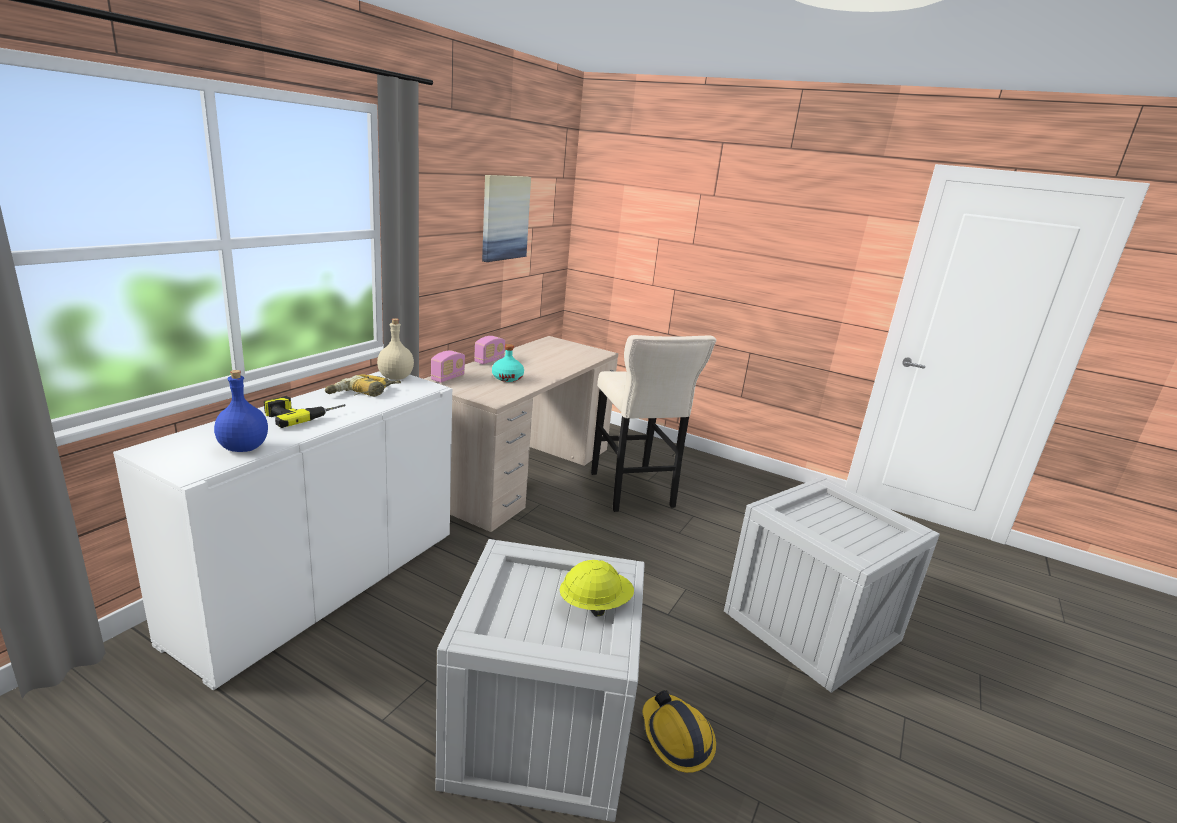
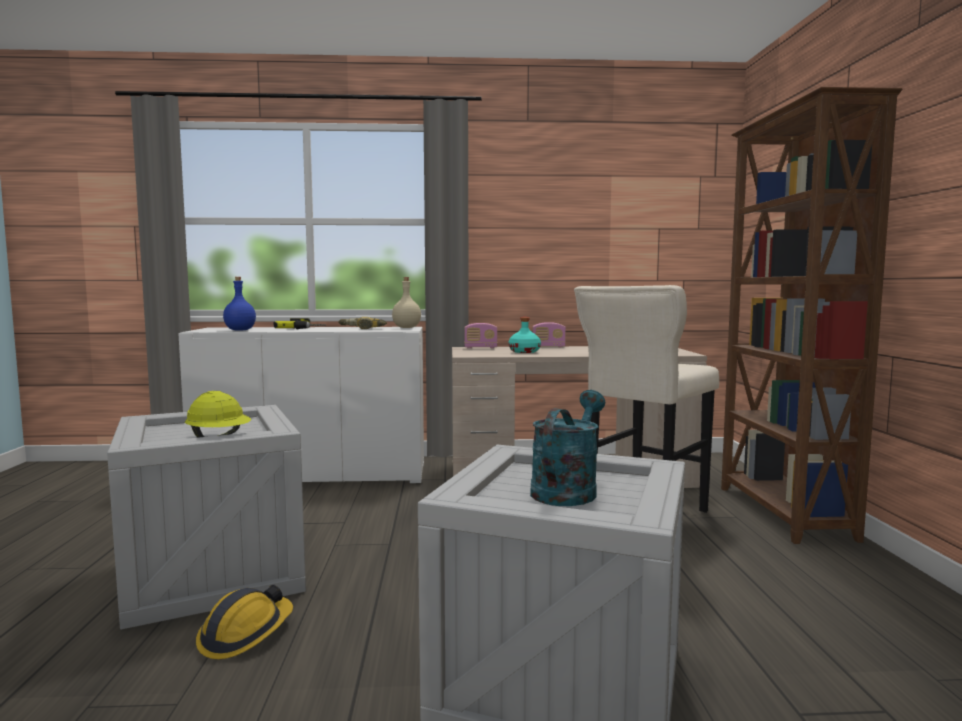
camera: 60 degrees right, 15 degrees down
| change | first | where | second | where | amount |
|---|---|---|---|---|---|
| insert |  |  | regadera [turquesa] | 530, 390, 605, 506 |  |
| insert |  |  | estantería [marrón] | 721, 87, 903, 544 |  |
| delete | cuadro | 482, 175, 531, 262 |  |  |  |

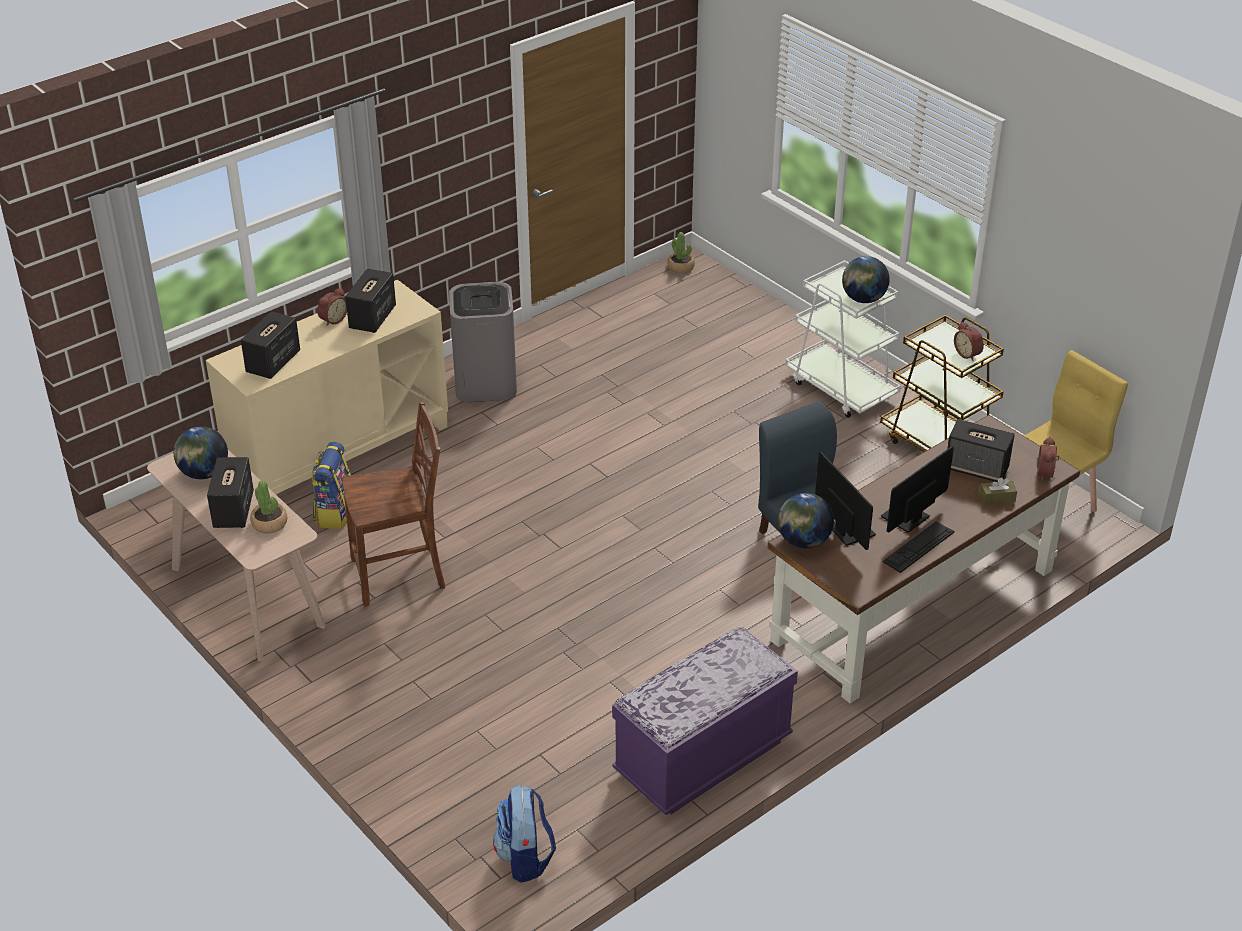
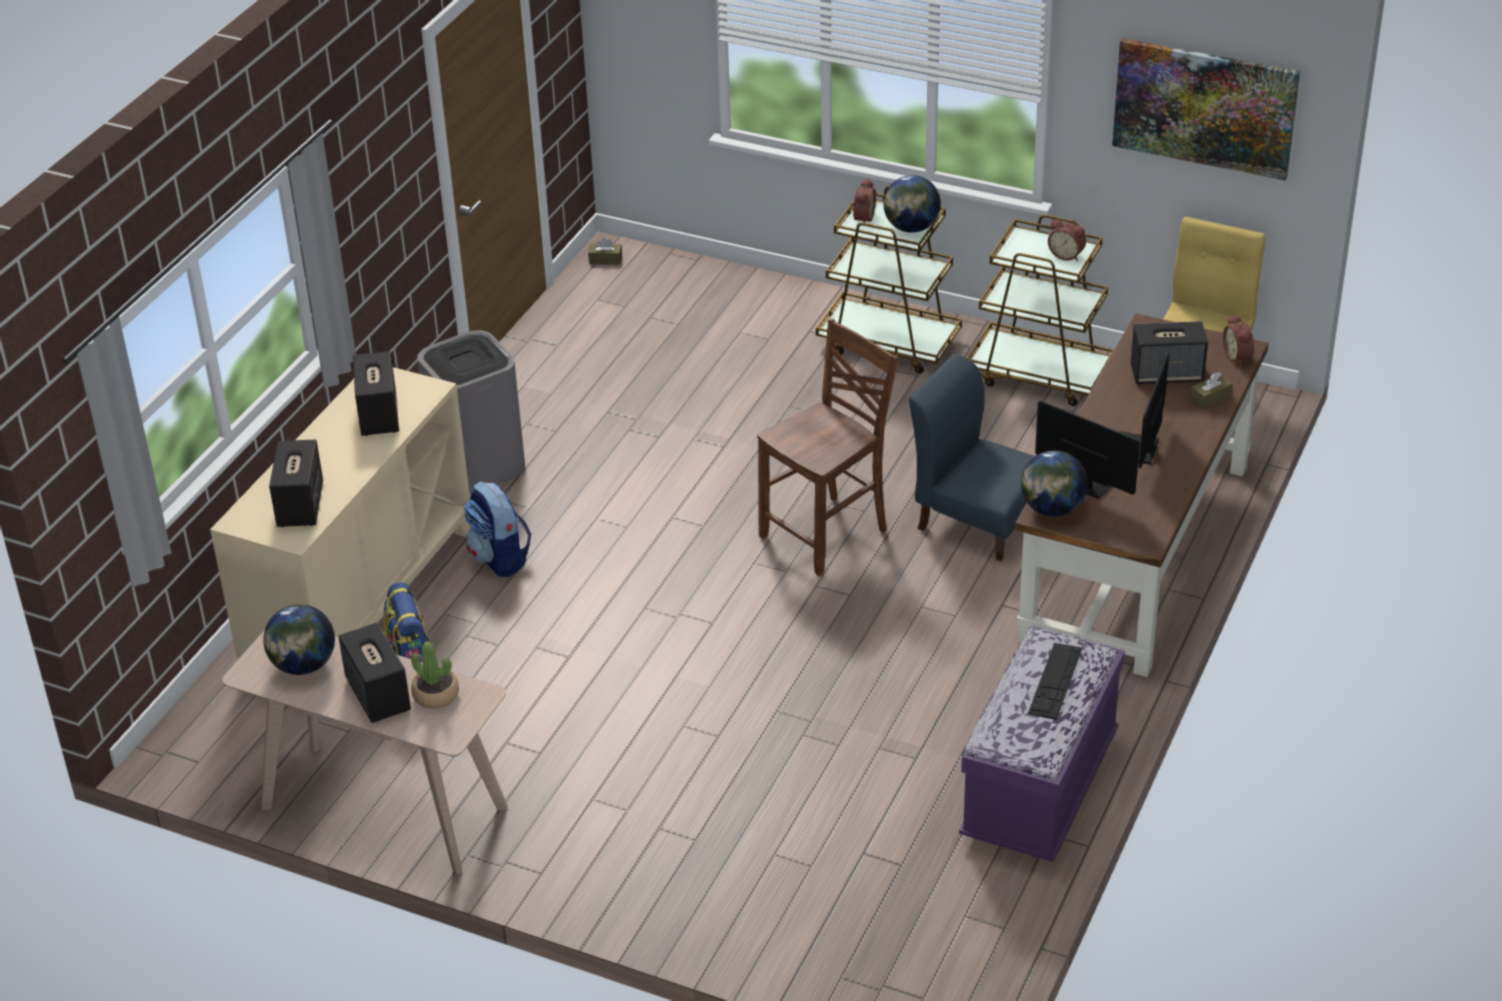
camera: 25 degrees left, 0 degrees up
| change | first | where | second | where | amount |
|---|---|---|---|---|---|
| move | mochila | 493, 785, 556, 882 |  | 464, 481, 531, 577 |  |
| replace | planta en maceta | 668, 232, 695, 273 | caja de pañuelos [marrón] | 588, 238, 622, 265 |  |
| move | silla [marrón] | 342, 402, 445, 606 |  | 757, 318, 899, 576 |  |
| recolor | carrito [blanco] | 785, 260, 901, 418 | carrito [marrón] | 816, 186, 962, 374 |  |
| move | despertador | 317, 288, 347, 326 |  | 850, 178, 876, 226 |  |
| move | teclado | 882, 522, 954, 573 |  | 1028, 643, 1082, 720 |  |
| insert |  |  | cuadro | 1112, 38, 1300, 180 |  |

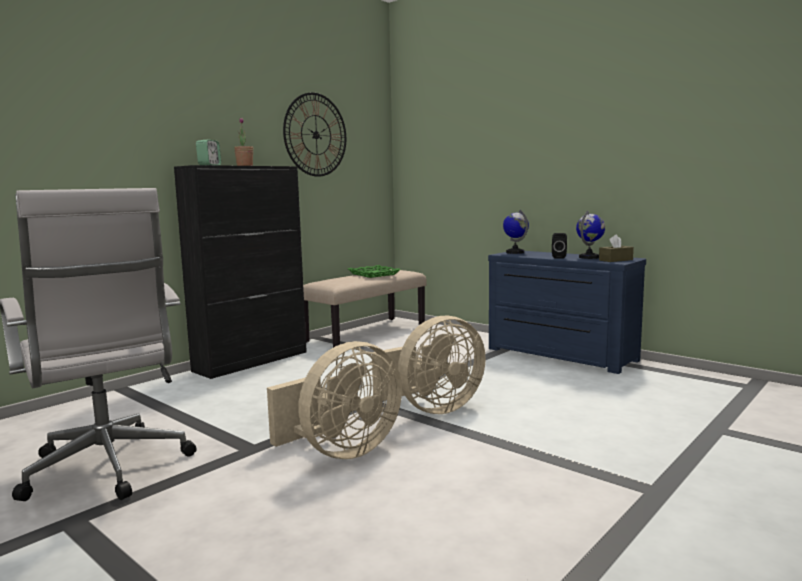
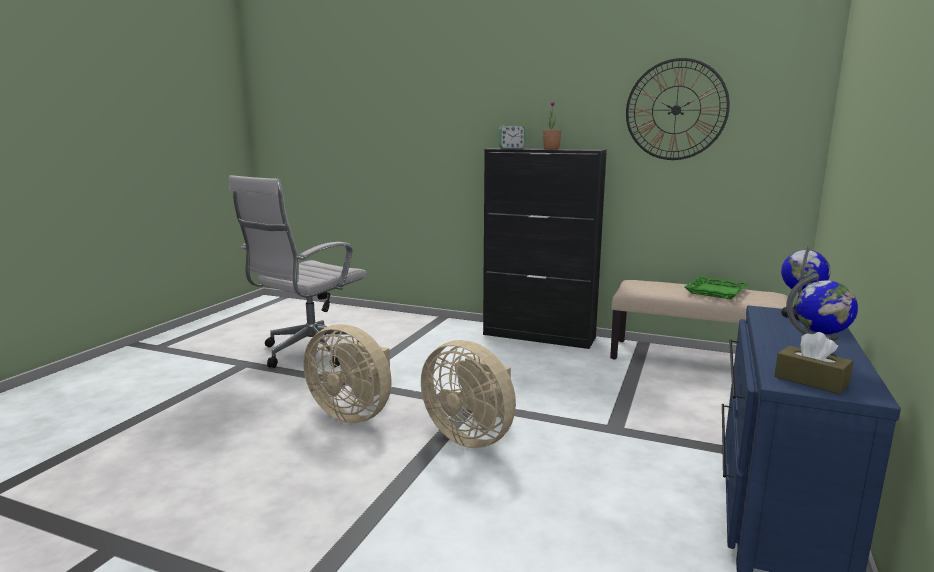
camera: 70 degrees right, 5 degrees up
| change | first | where | second | where | amount |
|---|---|---|---|---|---|
| delete | altavoz [negro] | 552, 233, 567, 259 |  |  |  |

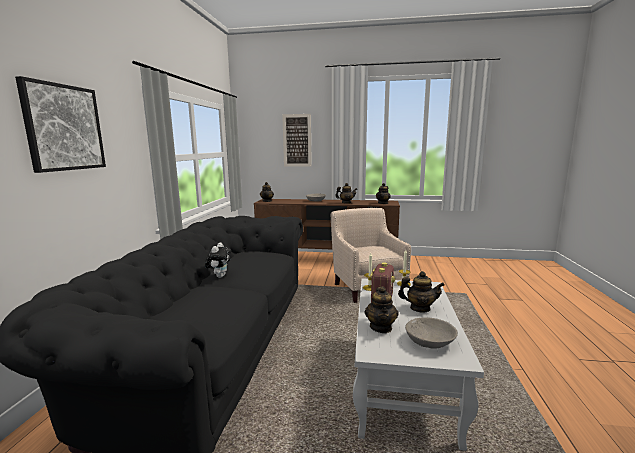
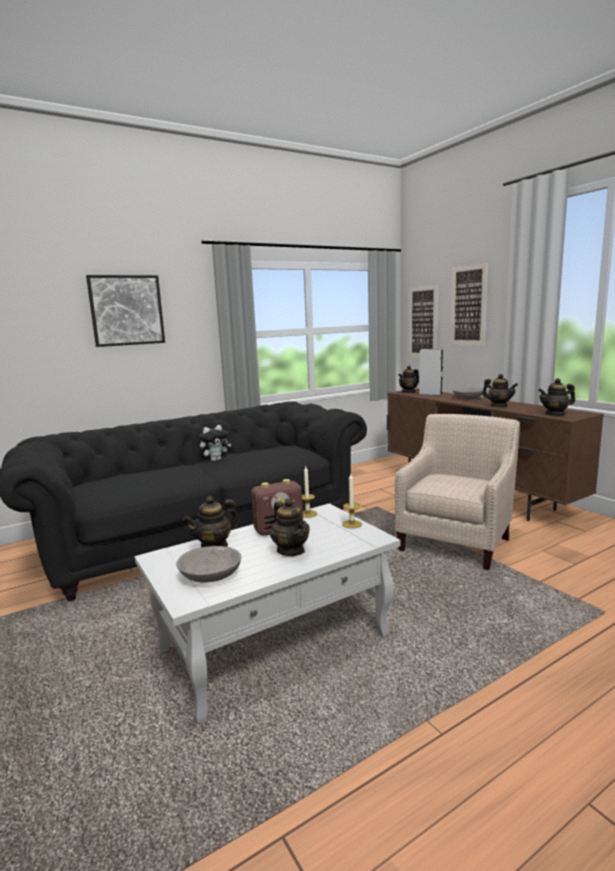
camera: 50 degrees right, 0 degrees up
| change | first | where | second | where | amount |
|---|---|---|---|---|---|
| insert |  |  | cuadro | 409, 285, 438, 357 |  |
| insert |  |  | altavoz [gris] | 419, 349, 443, 395 |  |

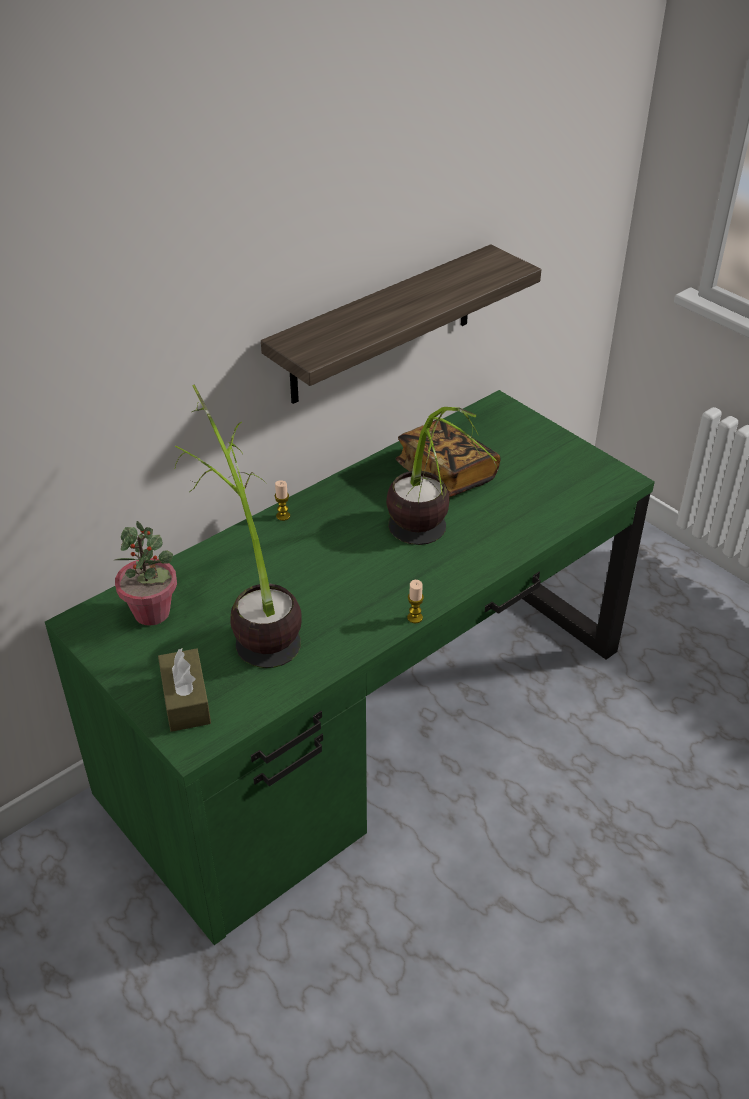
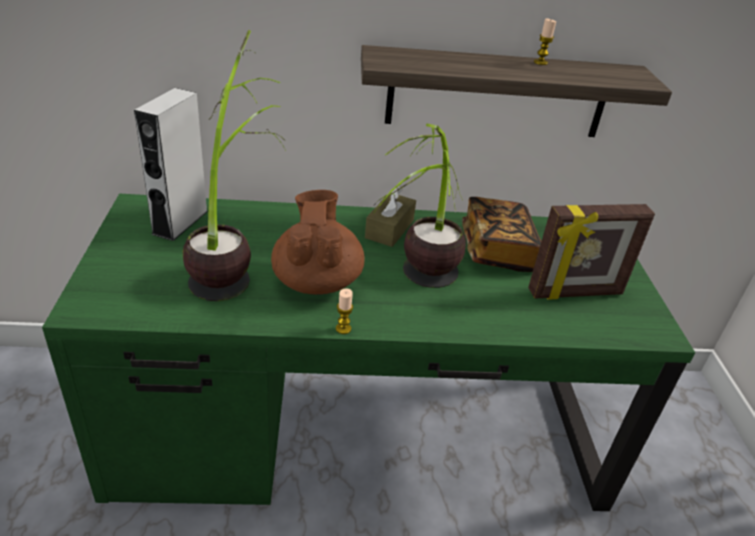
camera: 35 degrees right, 5 degrees down
| change | first | where | second | where | amount |
|---|---|---|---|---|---|
| replace | planta en maceta | 114, 521, 177, 626 | altavoz [gris] | 134, 88, 208, 241 |  |
| insert |  |  | tetera [marrón] | 271, 190, 365, 295 |  |
| move | caja de pañuelos [marrón] | 158, 648, 211, 732 |  | 365, 186, 416, 247 |  |
| insert |  |  | portarretratos | 528, 204, 655, 300 |  |
| move | vela | 274, 480, 290, 521 |  | 534, 18, 556, 65 |  |

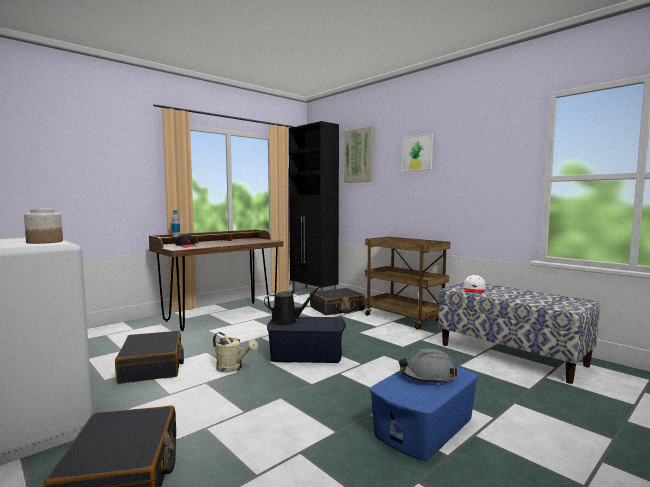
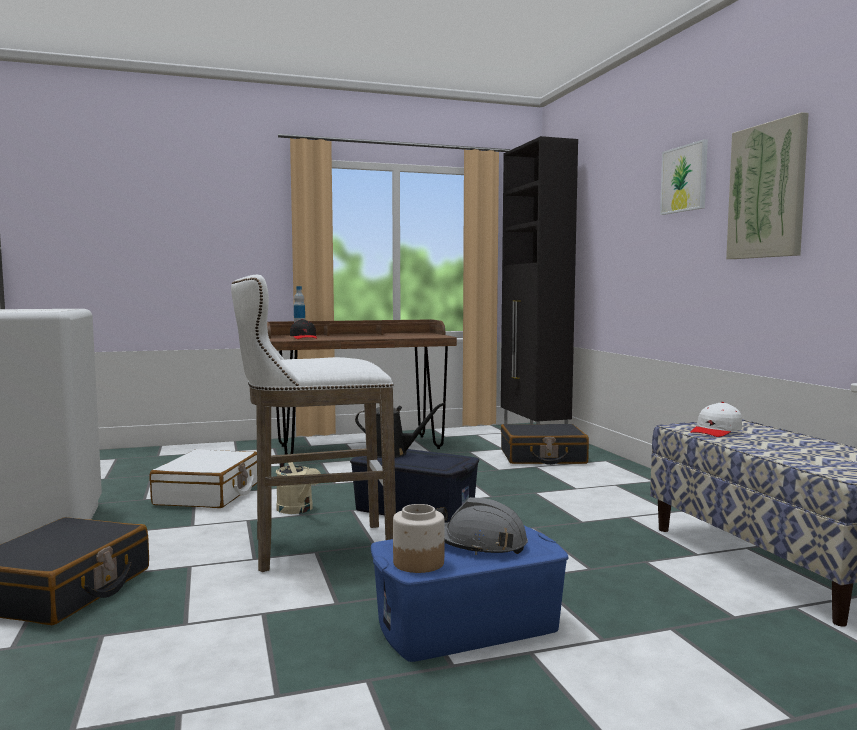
camera: 25 degrees right, 0 degrees up
| change | first | where | second | where | amount |
|---|---|---|---|---|---|
| recolor | maleta [negro] | 115, 330, 184, 384 | maleta [blanco] | 150, 449, 257, 508 |  |
| insert |  |  | taburete [blanco] | 231, 275, 396, 572 |  |
| move | tarro | 24, 209, 63, 244 |  | 393, 504, 444, 573 |  |
| move | cuadro | 344, 126, 373, 183 |  | 726, 112, 809, 259 |  |
| delete | carrito [marrón] | 365, 237, 450, 330 |  |  |  |

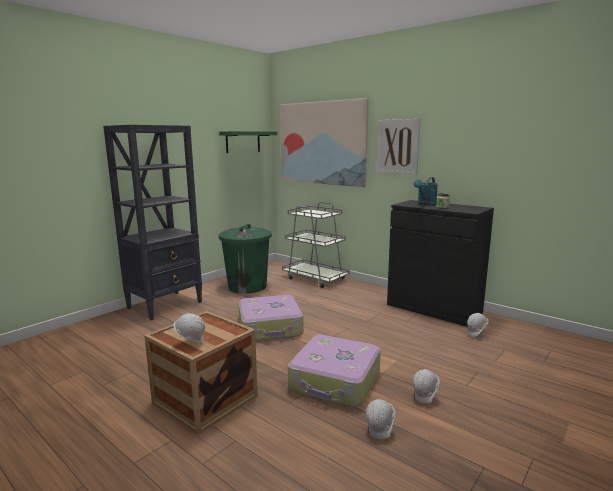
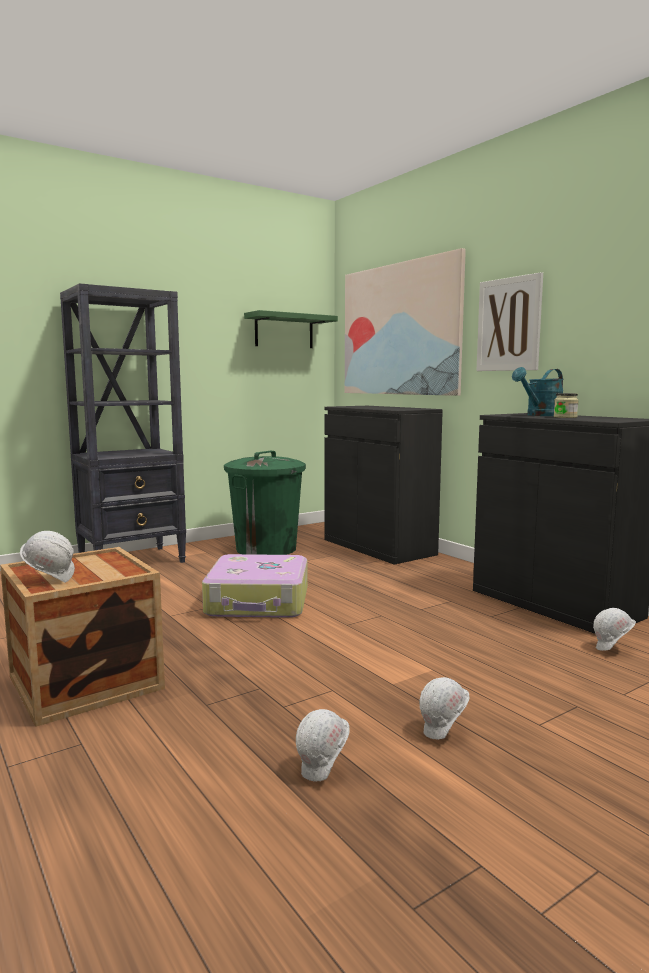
camera: 15 degrees right, 5 degrees down
| change | first | where | second | where | amount |
|---|---|---|---|---|---|
| replace | carrito [gris] | 282, 202, 350, 288 | armario [negro] | 324, 406, 443, 565 |  |
| delete | maleta | 288, 335, 381, 407 |  |  |  |

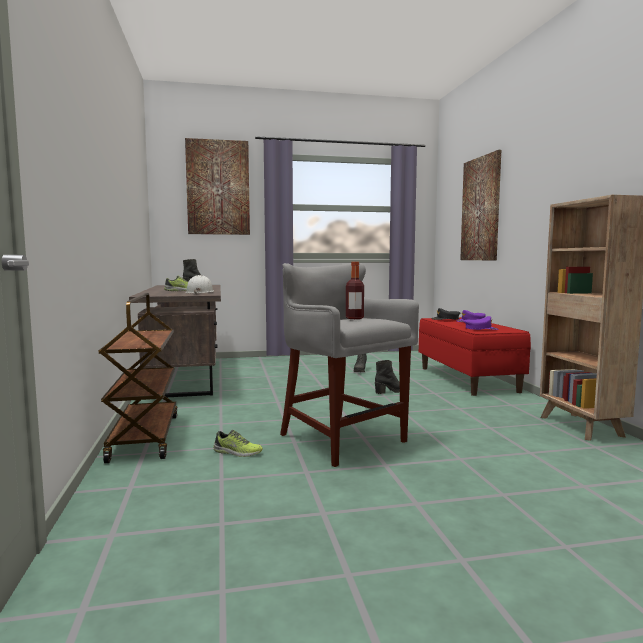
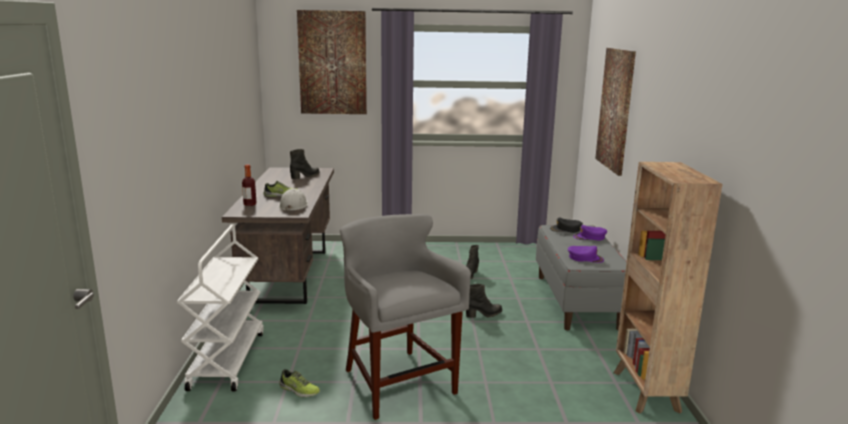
camera: 10 degrees right, 10 degrees up
| change | first | where | second | where | amount |
|---|---|---|---|---|---|
| recolor | carrito [marrón] | 98, 293, 177, 463 | carrito [blanco] | 177, 224, 263, 391 |  |
| move | botella | 346, 262, 364, 319 |  | 242, 165, 257, 206 |  |
| recolor | banco [rojo] | 419, 317, 531, 396 | banco [gris] | 536, 225, 627, 330 |  |

